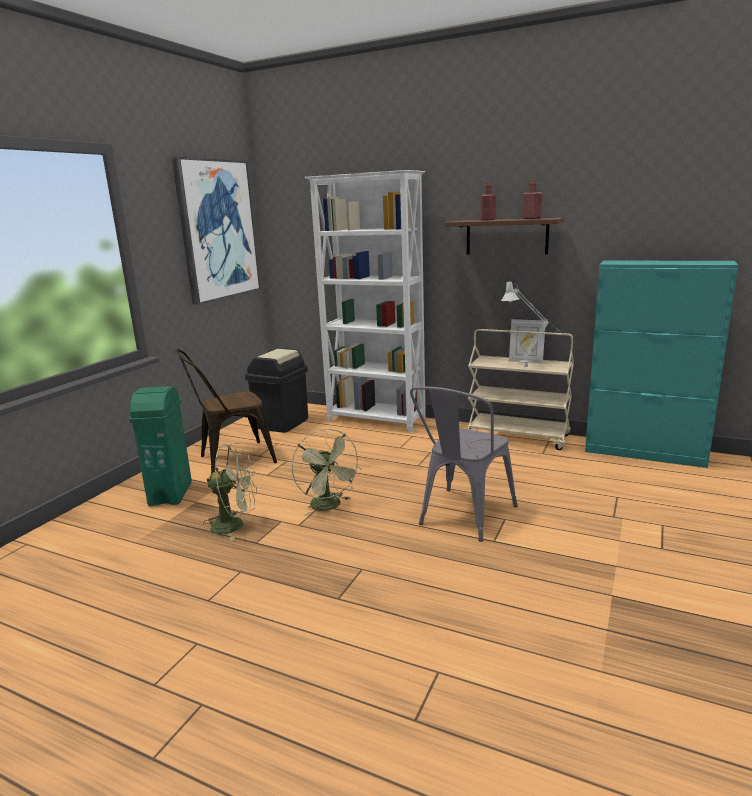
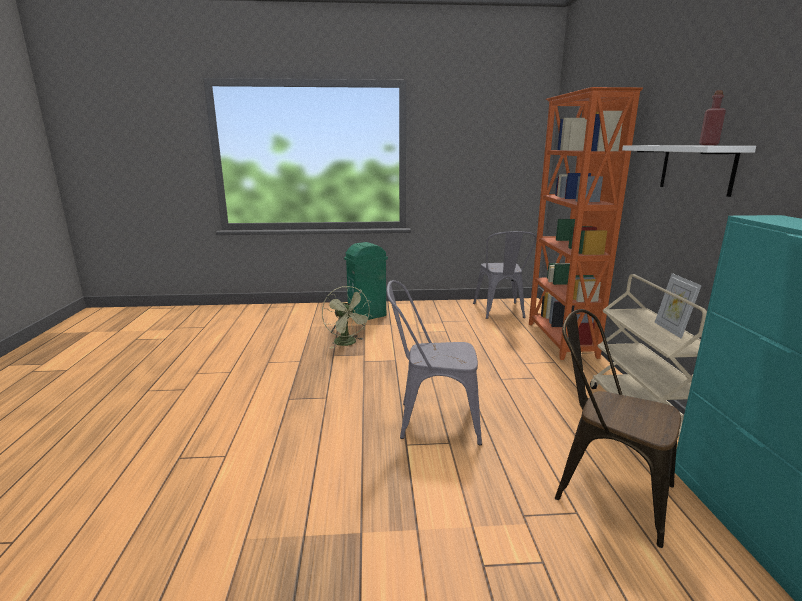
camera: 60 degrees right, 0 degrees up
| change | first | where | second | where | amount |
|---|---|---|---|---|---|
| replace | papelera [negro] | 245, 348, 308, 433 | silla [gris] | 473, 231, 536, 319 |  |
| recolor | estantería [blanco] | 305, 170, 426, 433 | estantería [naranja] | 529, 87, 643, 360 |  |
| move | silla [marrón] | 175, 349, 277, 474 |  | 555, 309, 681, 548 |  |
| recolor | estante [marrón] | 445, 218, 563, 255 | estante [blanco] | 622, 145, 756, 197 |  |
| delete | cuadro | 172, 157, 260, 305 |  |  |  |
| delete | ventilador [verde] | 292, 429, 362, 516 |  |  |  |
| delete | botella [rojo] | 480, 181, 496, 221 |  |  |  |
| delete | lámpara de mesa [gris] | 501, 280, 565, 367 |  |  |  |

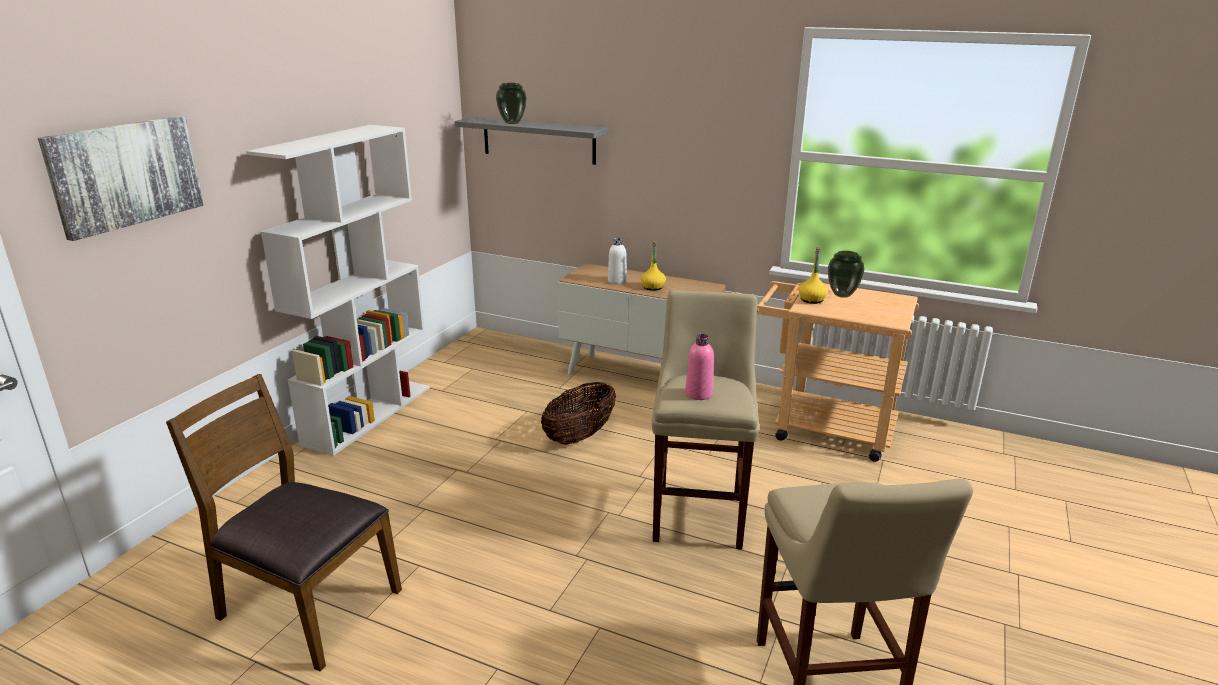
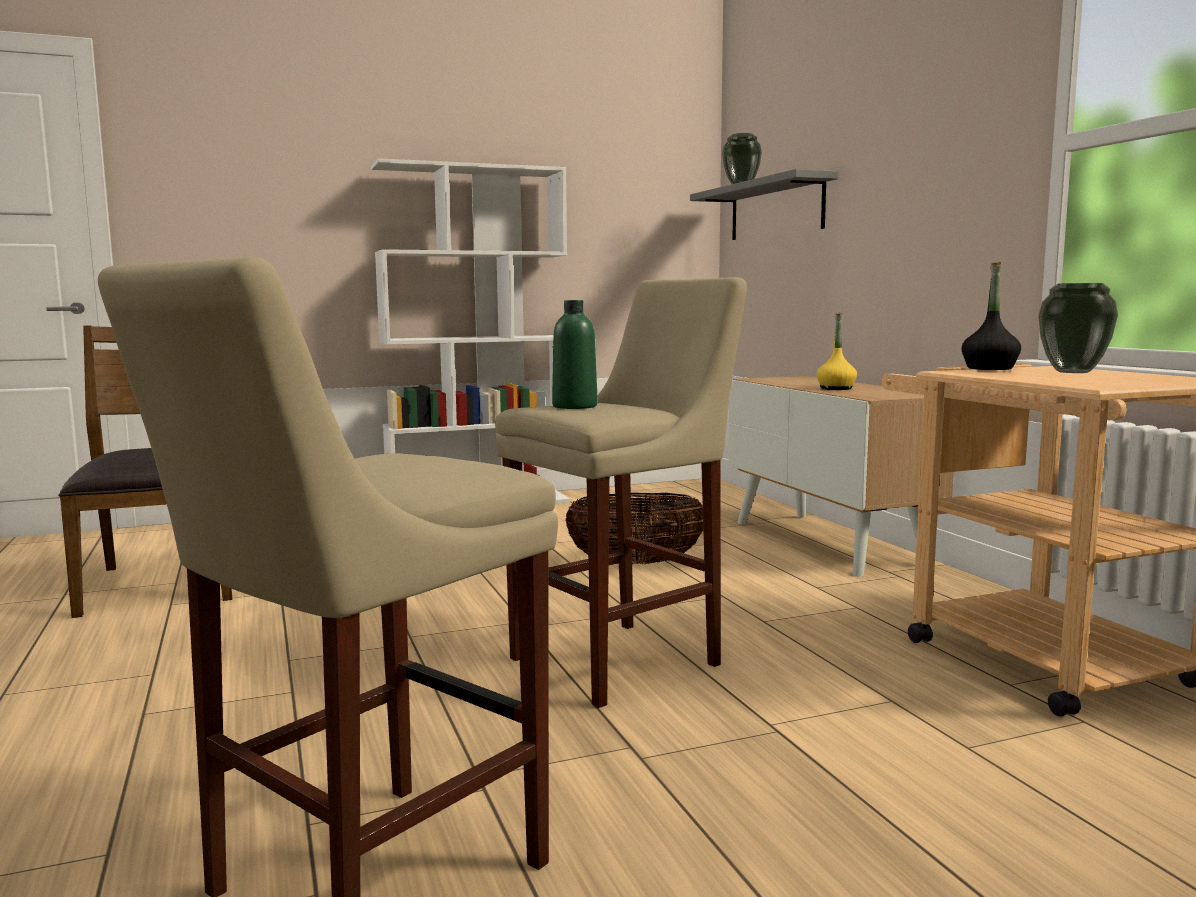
camera: 45 degrees right, 15 degrees down
| change | first | where | second | where | amount |
|---|---|---|---|---|---|
| recolor | botella [rosa] | 685, 334, 714, 400 | botella [verde] | 552, 300, 598, 409 |  |
| recolor | botella [amarillo] | 799, 247, 828, 304 | botella [negro] | 961, 262, 1021, 370 |  |
| delete | cuadro | 38, 116, 204, 241 |  |  |  |
| delete | botella [blanco] | 608, 238, 627, 284 |  |  |  |

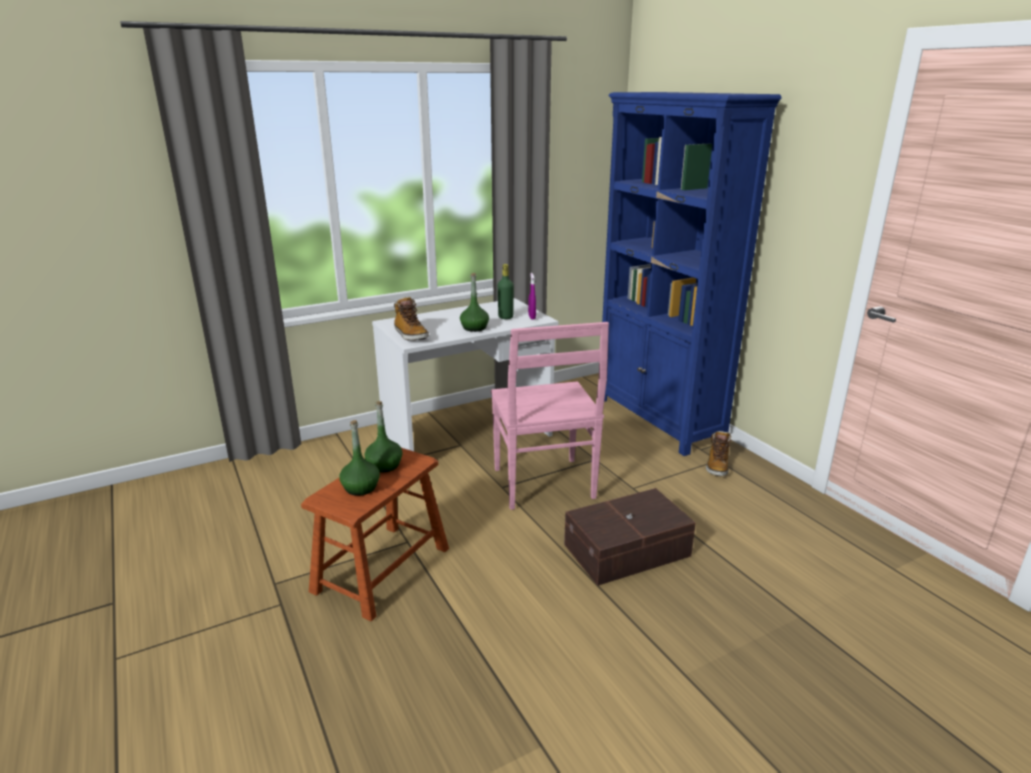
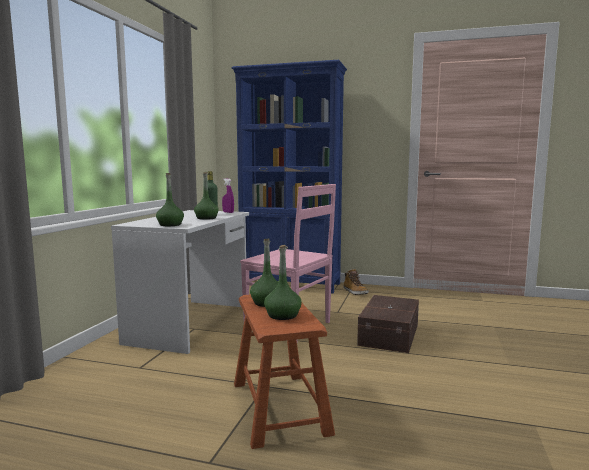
camera: 45 degrees left, 15 degrees down
| change | first | where | second | where | amount |
|---|---|---|---|---|---|
| replace | bota | 394, 297, 429, 341 | botella [verde] | 156, 173, 184, 226 |  |

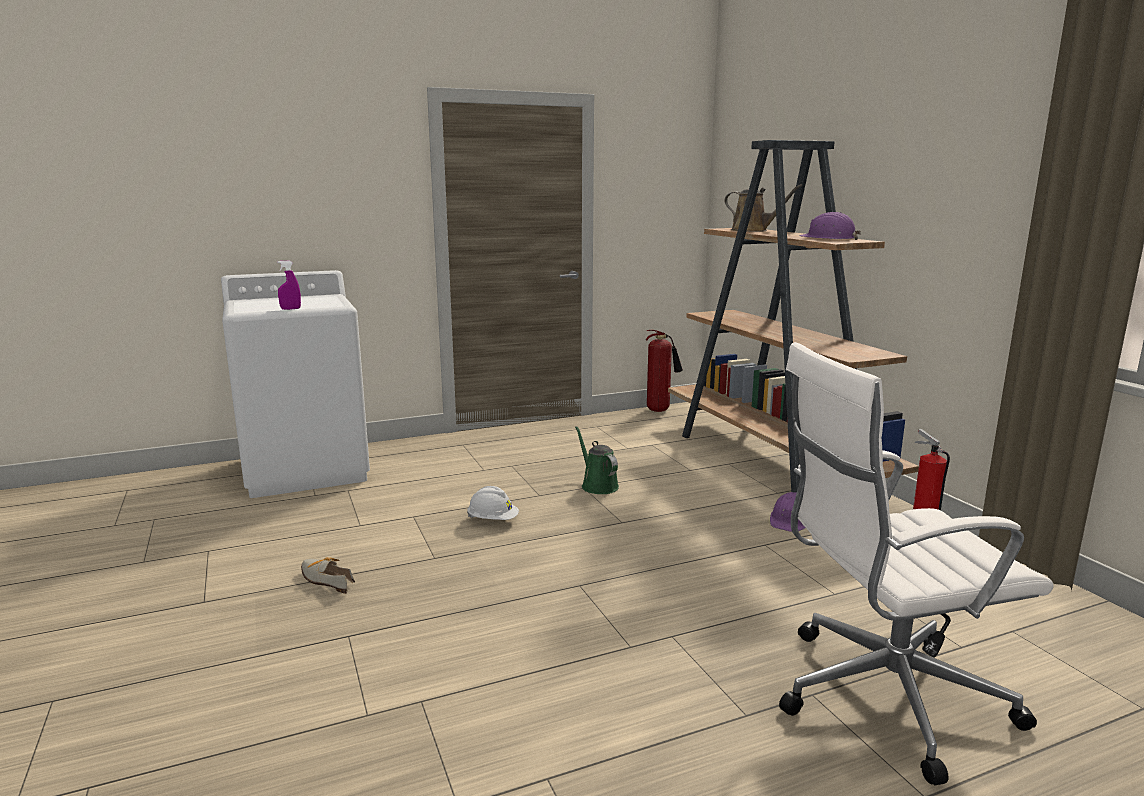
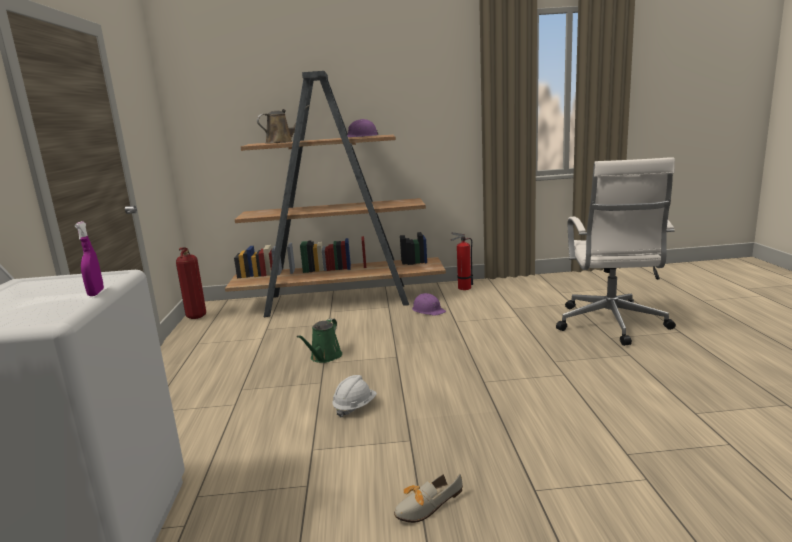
camera: 70 degrees left, 0 degrees up
| change | first | where | second | where | amount |
|---|---|---|---|---|---|
| rotate | regadera [verde] | 575, 426, 619, 494 |  | 297, 318, 342, 363 | 60 degrees counterclockwise |

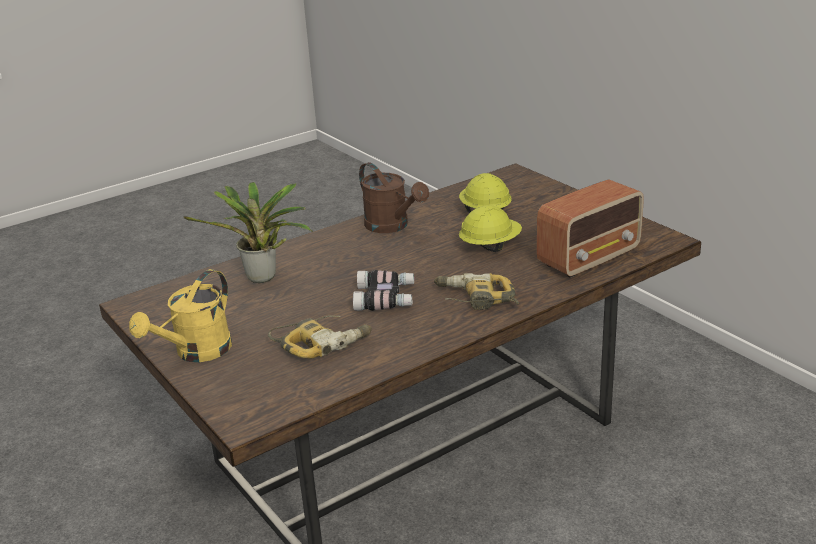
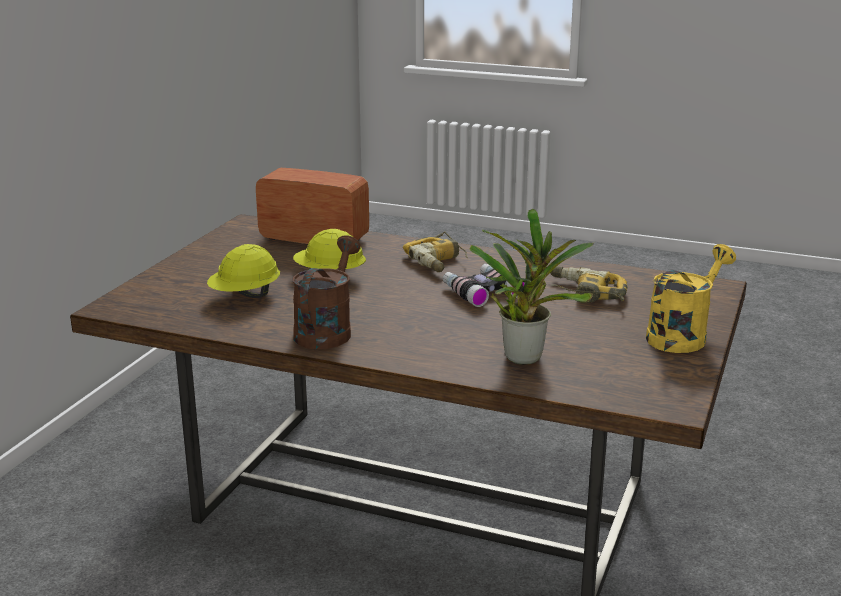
camera: 125 degrees left, 5 degrees down
| change | first | where | second | where | amount |
|---|---|---|---|---|---|
| rotate | regadera [amarillo] | 129, 269, 232, 362 |  | 646, 244, 736, 353 | 45 degrees counterclockwise |

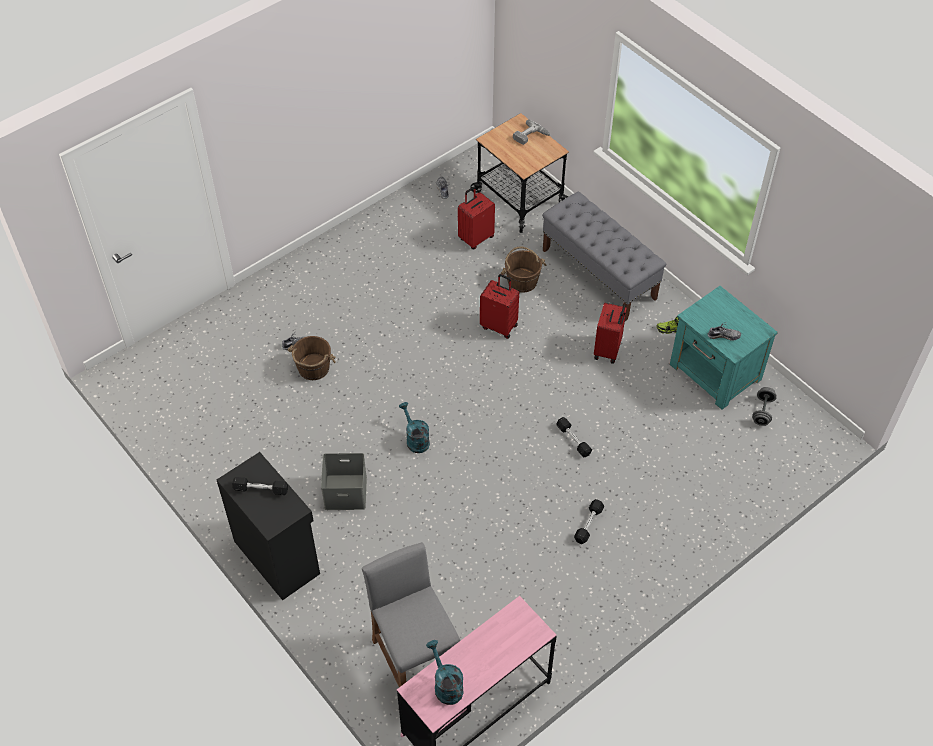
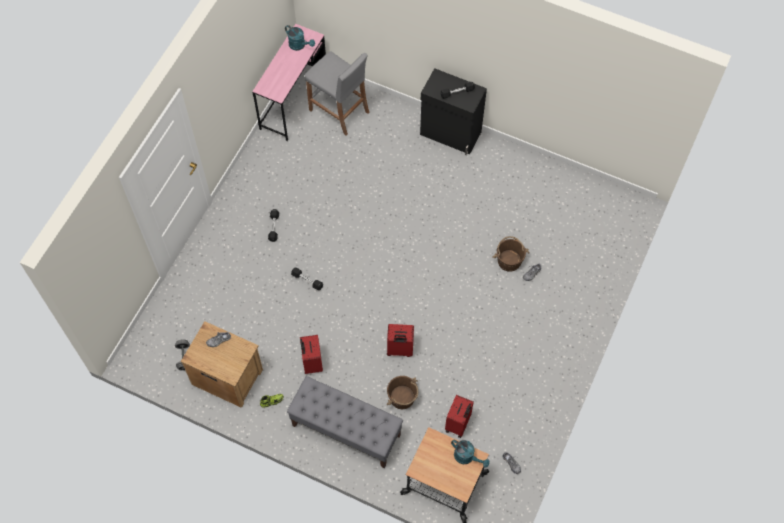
camera: 155 degrees right, 10 degrees up
| change | first | where | second | where | amount |
|---|---|---|---|---|---|
| recolor | mesita de noche [turquesa] | 670, 286, 778, 410 | mesita de noche [marrón] | 181, 321, 263, 408 |  |
| move | regadera [turquesa] | 399, 402, 430, 453 |  | 451, 440, 490, 467 |  |
| delete | caja de almacenaje [gris] | 321, 453, 367, 510 |  |  |  |
| delete | taladro | 513, 119, 551, 145 |  |  |  |

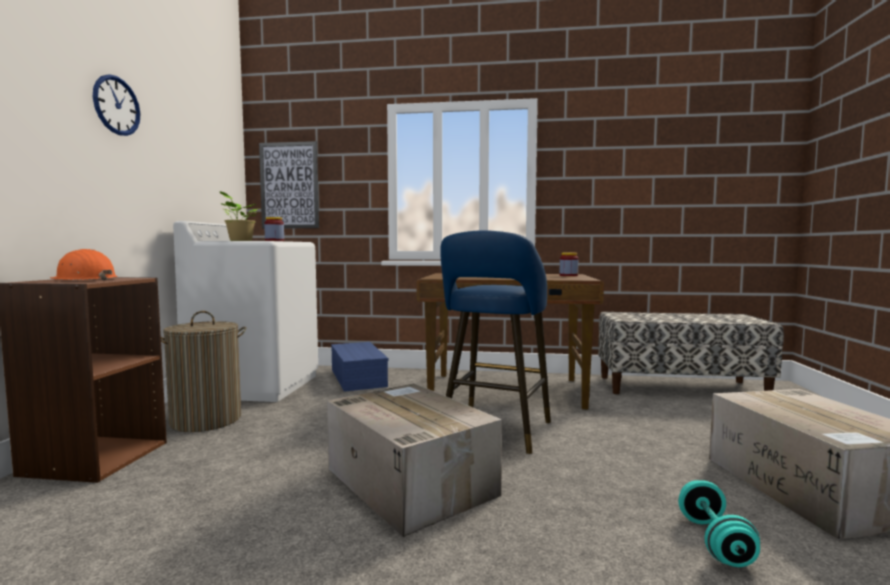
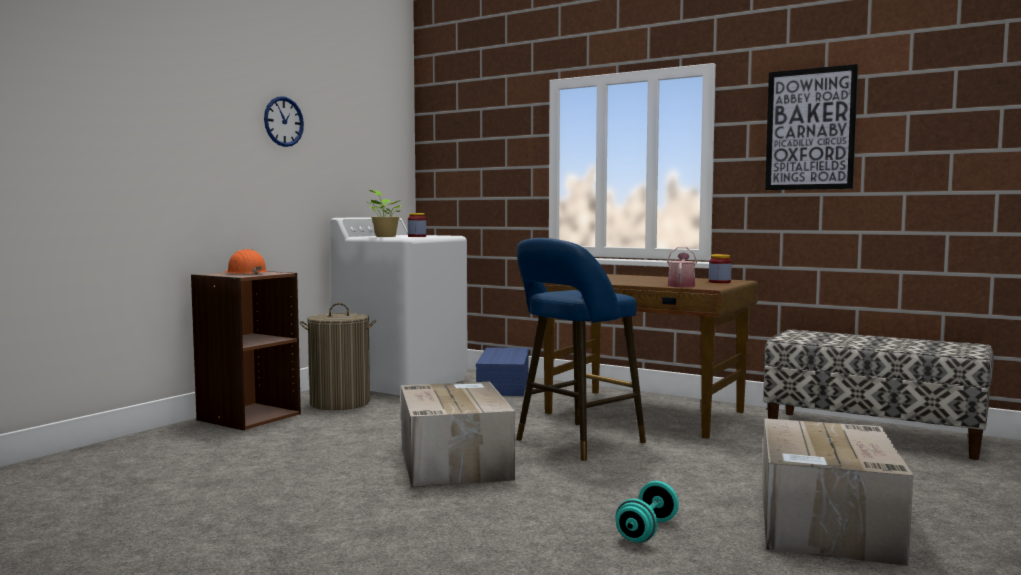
camera: 25 degrees right, 0 degrees up
| change | first | where | second | where | amount |
|---|---|---|---|---|---|
| insert |  |  | regadera | 667, 247, 697, 287 |  |
| move | cuadro | 259, 141, 319, 229 |  | 765, 64, 858, 190 |  |

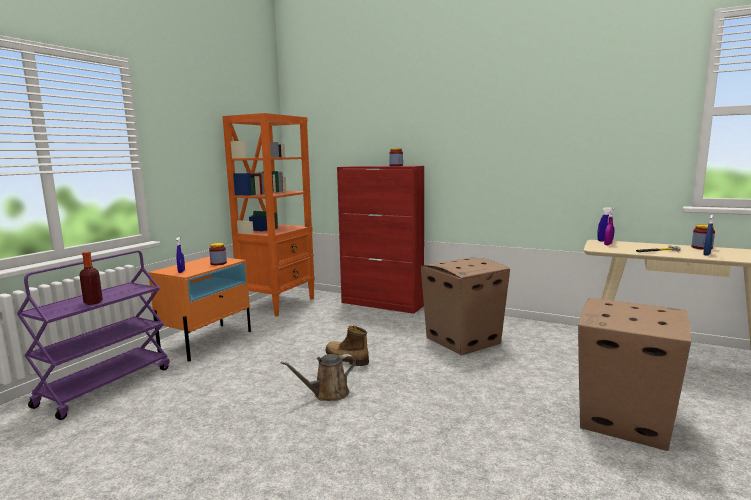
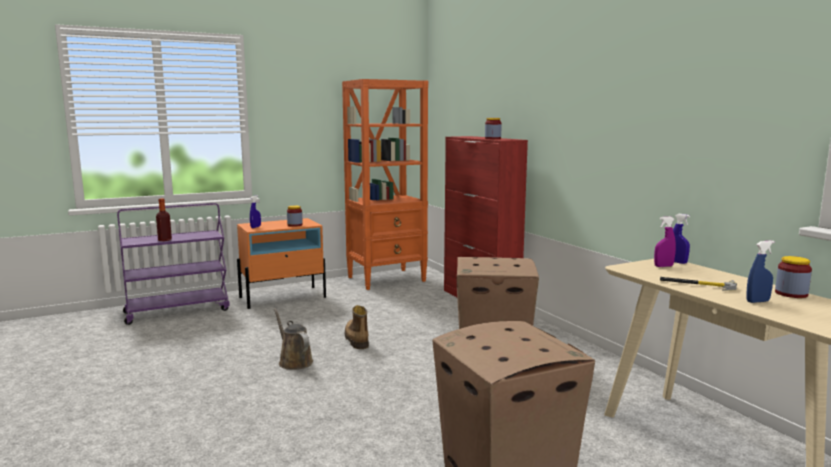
camera: 35 degrees right, 0 degrees up
| change | first | where | second | where | amount |
|---|---|---|---|---|---|
| rotate | regadera [marrón] | 281, 354, 356, 401 |  | 274, 308, 313, 370 | 45 degrees clockwise |

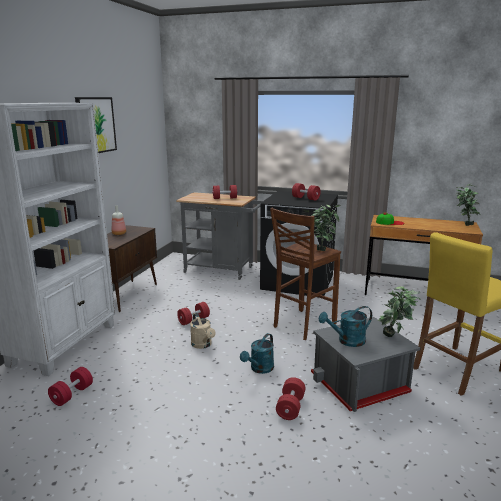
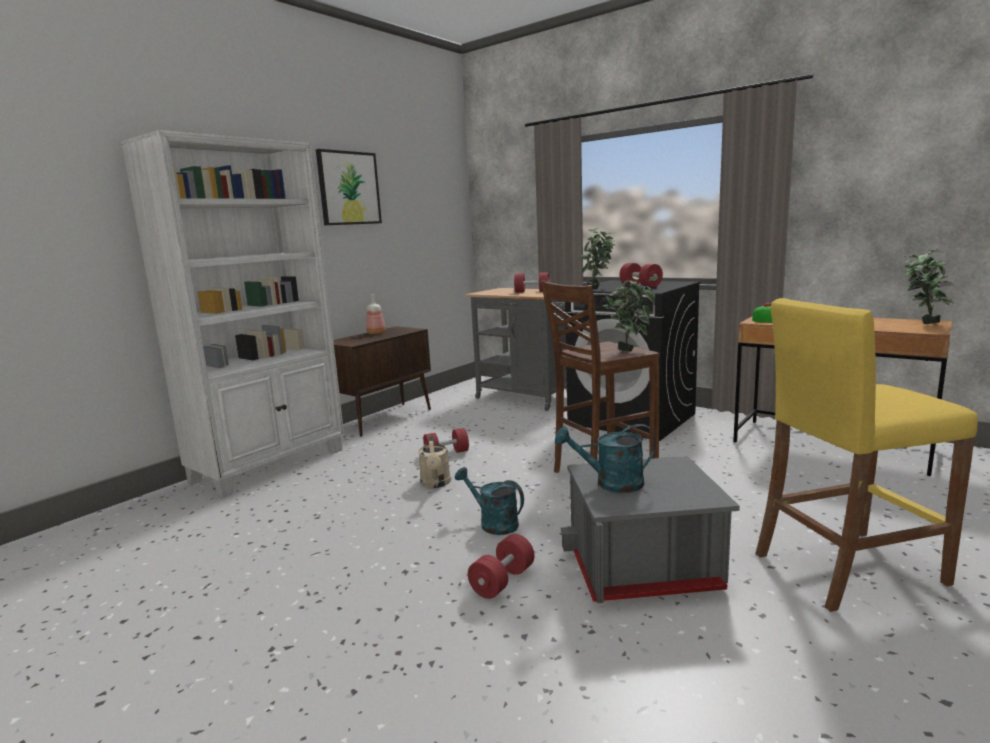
camera: 20 degrees right, 5 degrees down
| change | first | where | second | where | amount |
|---|---|---|---|---|---|
| rotate | regadera [turquesa] | 240, 333, 274, 374 |  | 455, 467, 524, 535 | 75 degrees clockwise |
| move | planta en maceta | 378, 286, 420, 337 |  | 579, 228, 615, 289 |  |
| delete | mancuerna [rojo] | 48, 367, 93, 406 |  |  |  |

